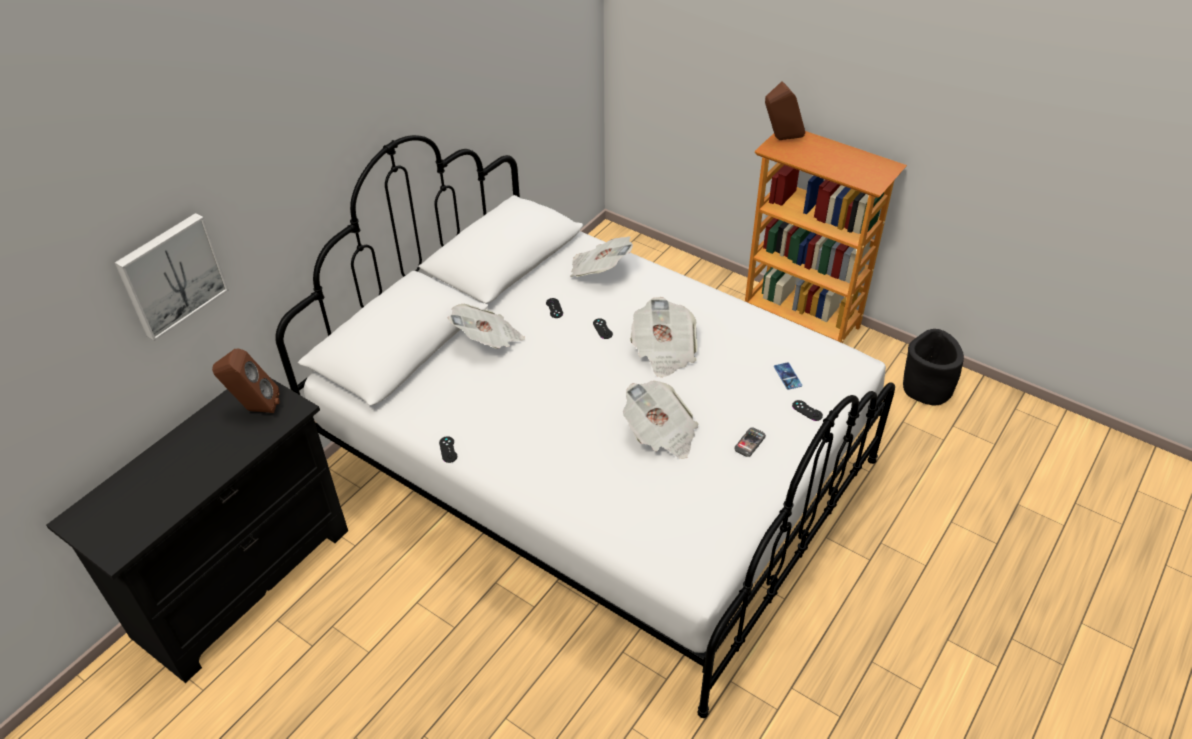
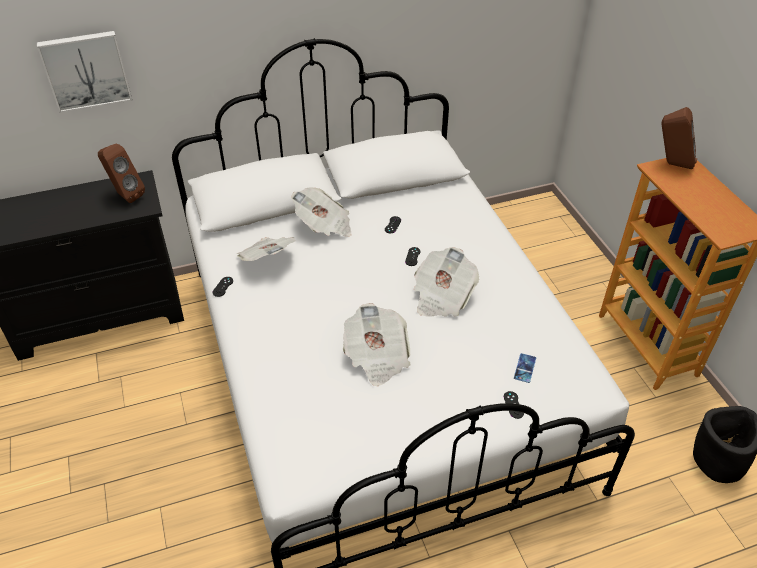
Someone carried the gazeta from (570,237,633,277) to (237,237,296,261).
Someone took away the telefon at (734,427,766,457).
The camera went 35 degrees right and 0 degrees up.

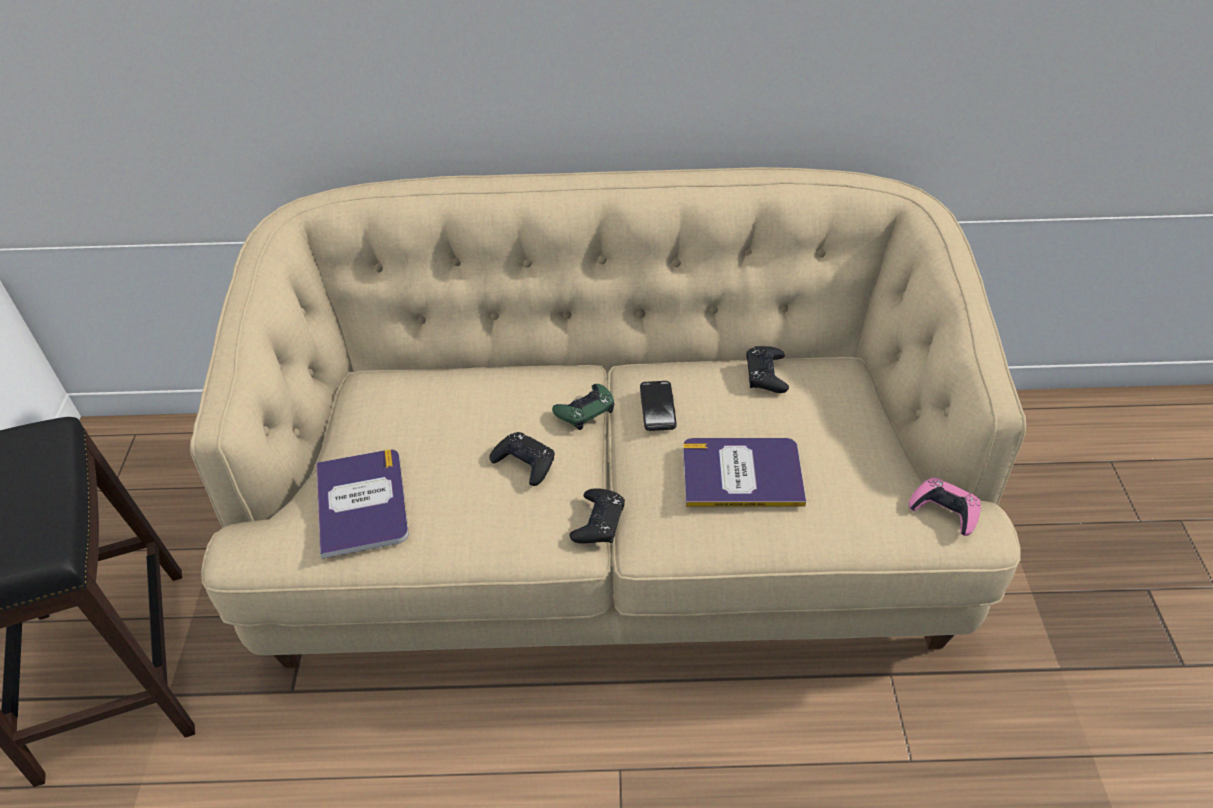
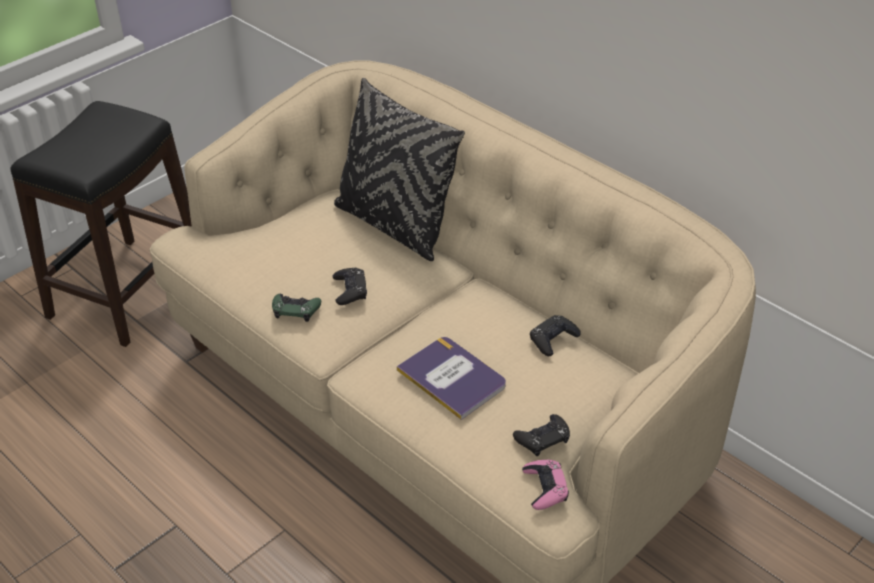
Someone took away the książka at (316,449,409,559).
Someone carried the pad do gier [zielony] from (552,384,614,430) to (272,294,321,322).
Someone carried the pad do gier [czarny] from (569,488,625,544) to (513,414,570,456).
Someone took away the telefon at (640,381,677,431).
Someone put down the poduszka [czarny] at (334,78,465,261).
The camera went 45 degrees right and 5 degrees down.

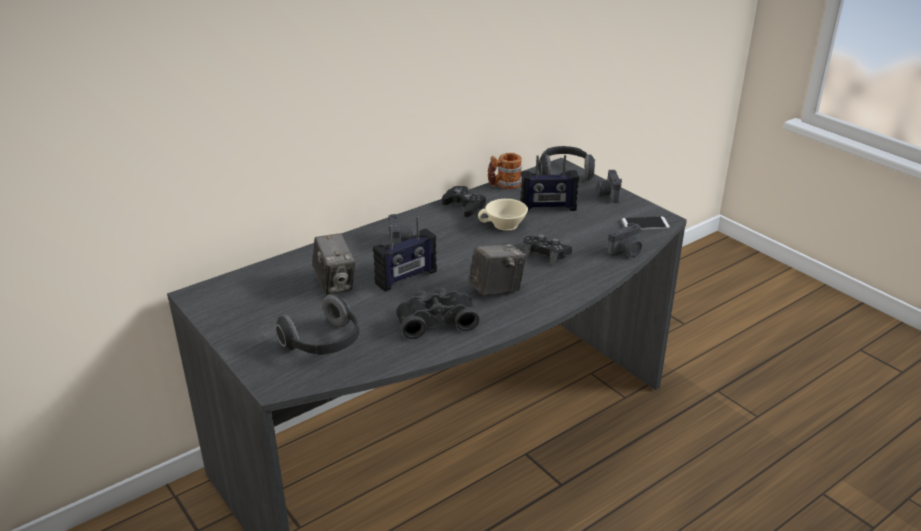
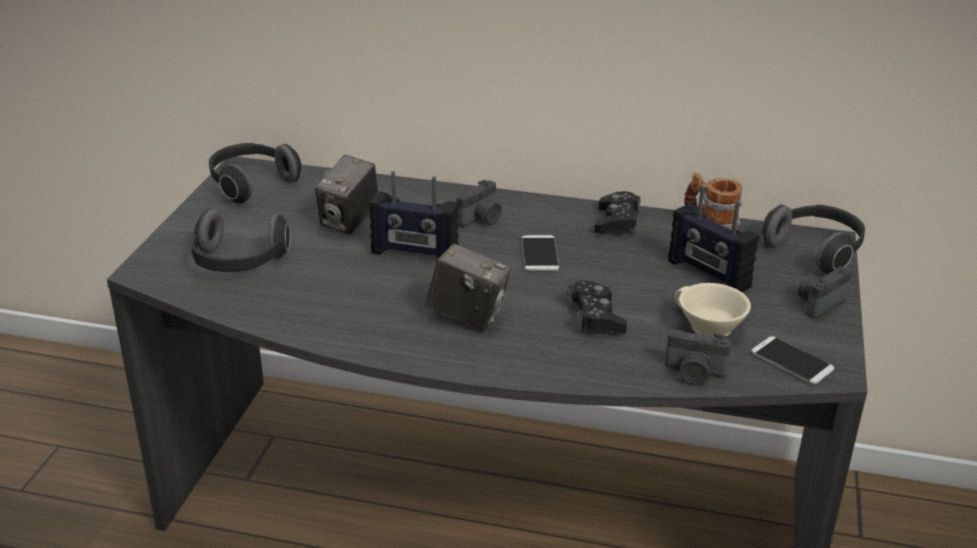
Someone took away the lornetka [czarny] at (396,287,480,339).
Someone carried the filiżanka [beżowy] from (478,199,528,231) to (674,283,751,337).
Someone put down the słuchawki at (209,143,302,204).
Someone put down the telefon at (522,235,559,271).
The camera went 50 degrees right and 0 degrees up.

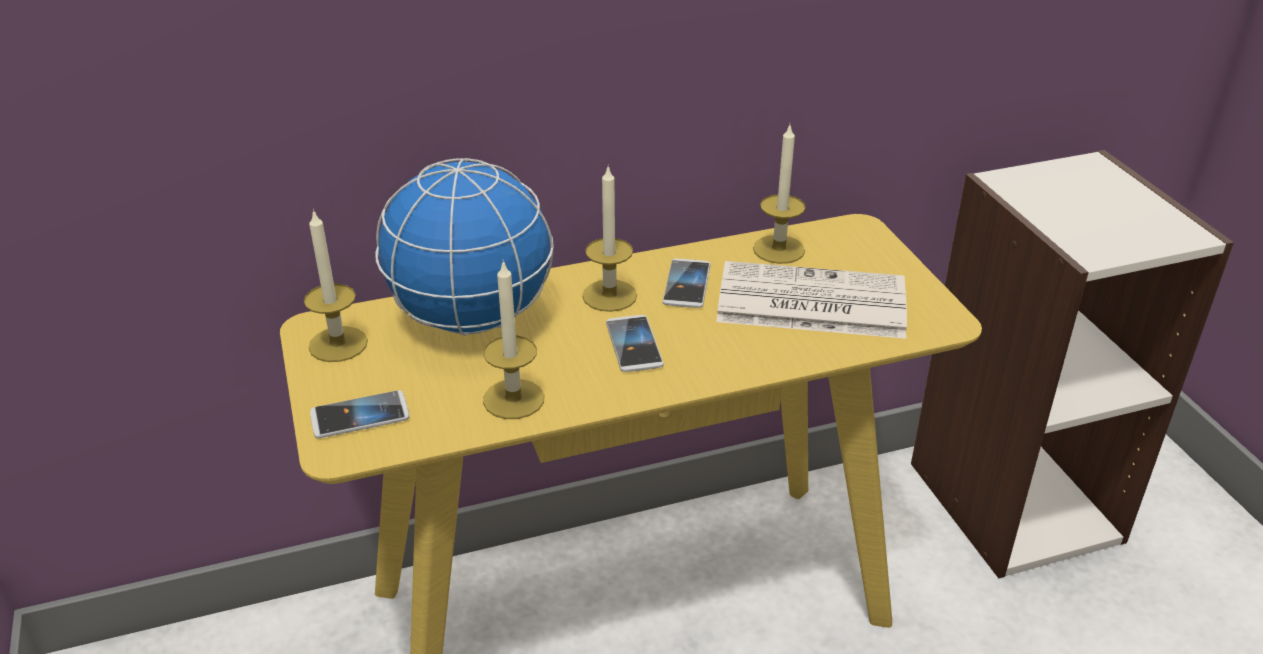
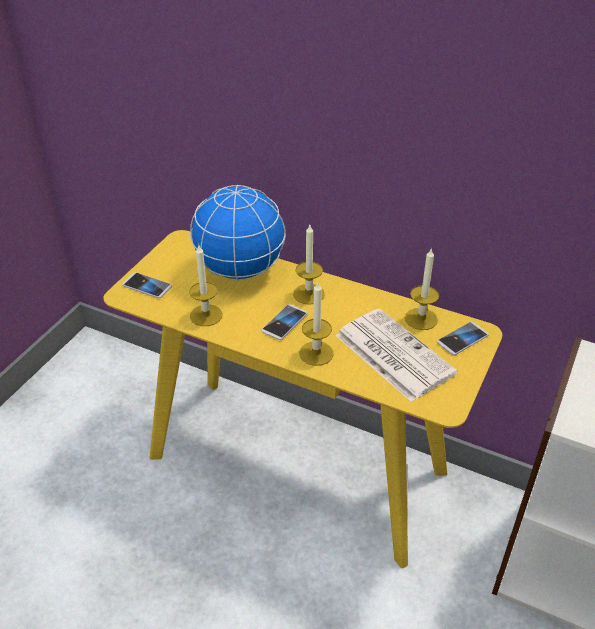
Someone carried the świeca from (304,209,368,362) to (299,282,334,366).
Someone carried the telefon from (662,259,710,308) to (437,322,489,355).
The camera went 45 degrees right and 5 degrees up.

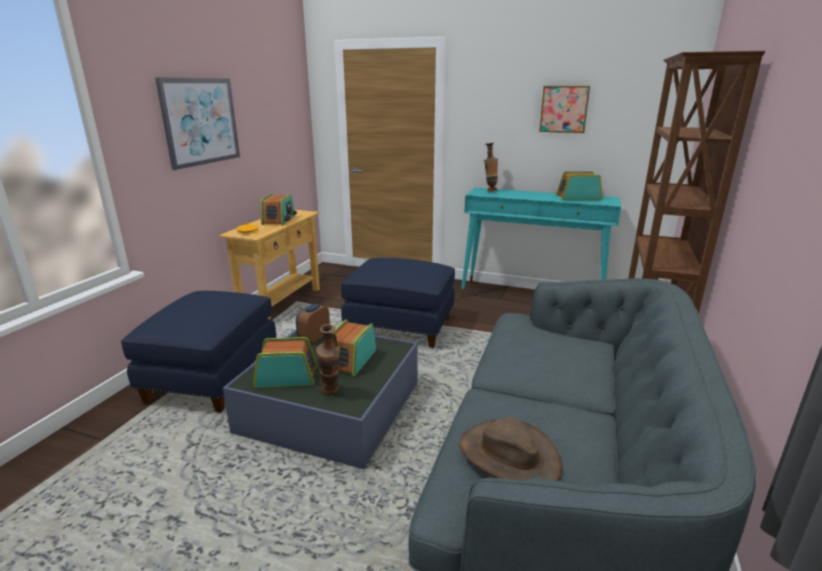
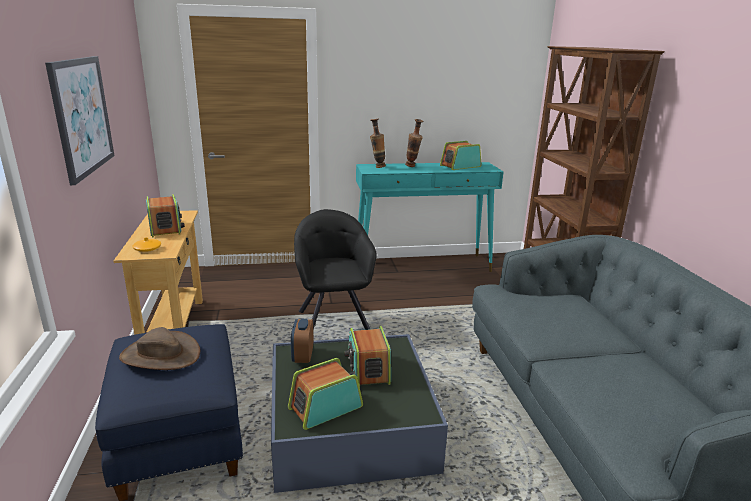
Someone carried the wazon from (316,324,340,394) to (405,119,423,167).
Someone swapped the pufa [niebieski] at (341,258,455,348) for the fotel [czarny] at (294,209,377,330).
Someone carried the kapelusz [brązowy] from (459,417,562,481) to (119,327,200,370).
Someone took away the obraz at (539,86,590,133).
The camera went 30 degrees left and 0 degrees up.

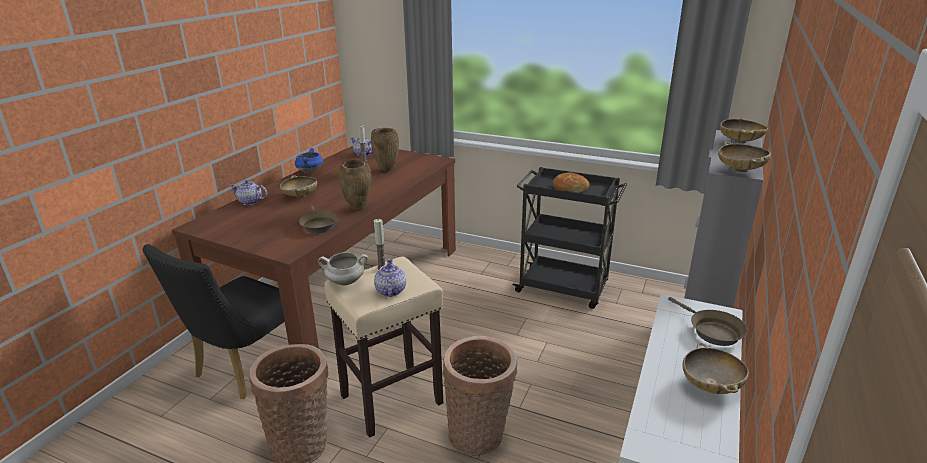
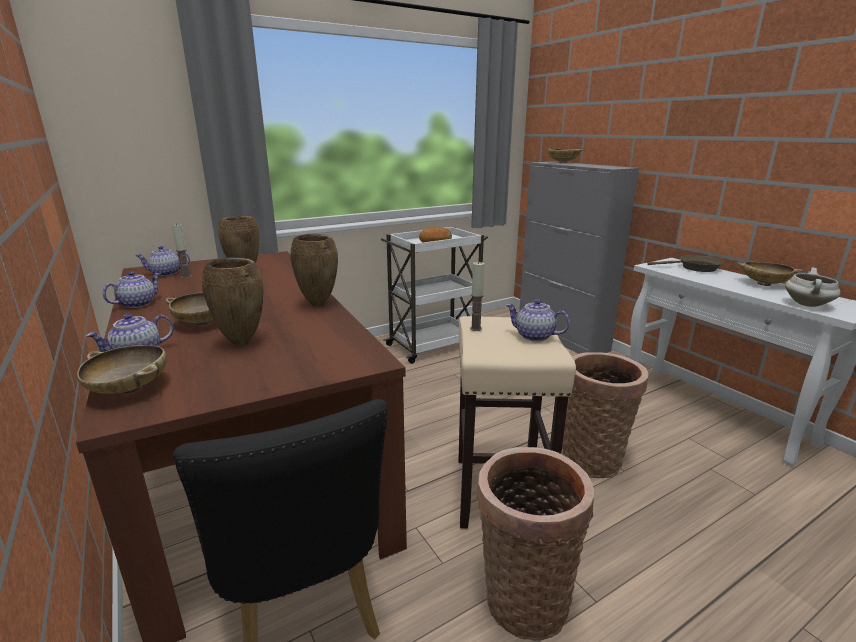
Someone swapped the garnek [niebieski] at (295,148,323,173) for the imbryk at (103,271,161,308).
Someone took away the patelnia [brązowy] at (299,205,338,233).
Someone carried the garnek [biały] from (318,252,368,285) to (785,268,840,307).
Someone repainted the wózek [czarny] at (512,167,627,309), which became the wózek [biały] at (381,226,488,364).
Someone carried the miska [beżowy] from (718,142,771,172) to (77,345,167,394).
Someone put down the wazon [brązowy] at (202,257,263,346).
The camera went 55 degrees left and 5 degrees down.

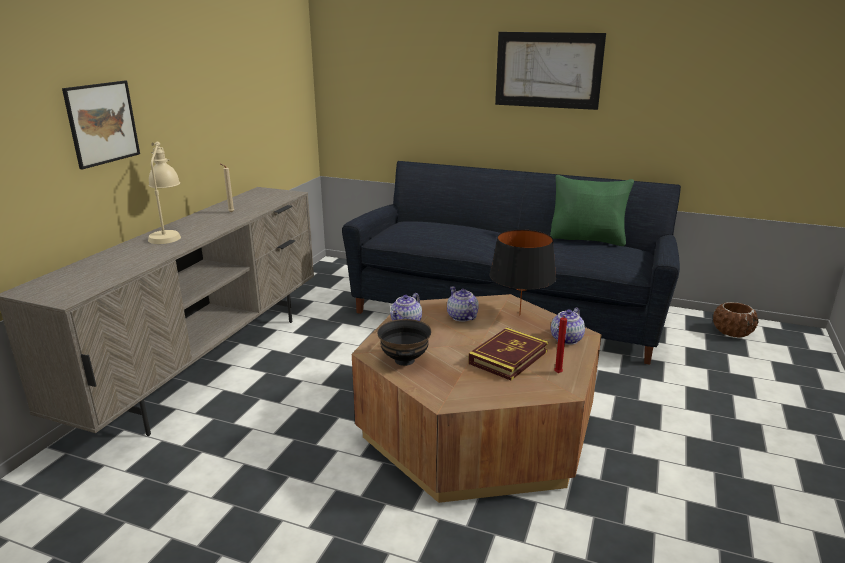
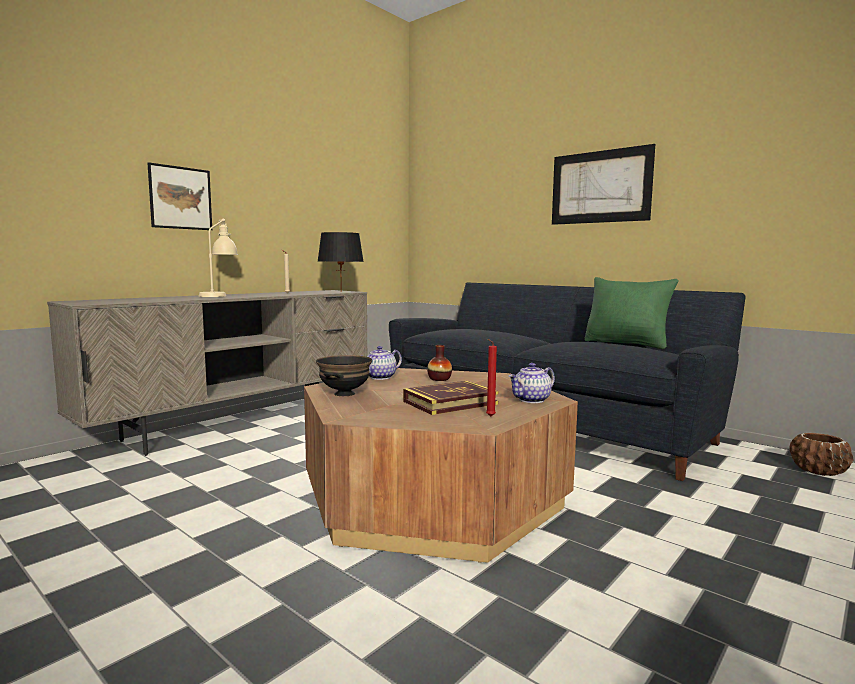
Someone swapped the imbryk at (447,287,479,322) for the wazon at (427,345,452,381).
Someone carried the lampa stołowa [czarny] from (489,229,556,315) to (318,232,364,292).
The camera went 20 degrees right and 15 degrees down.

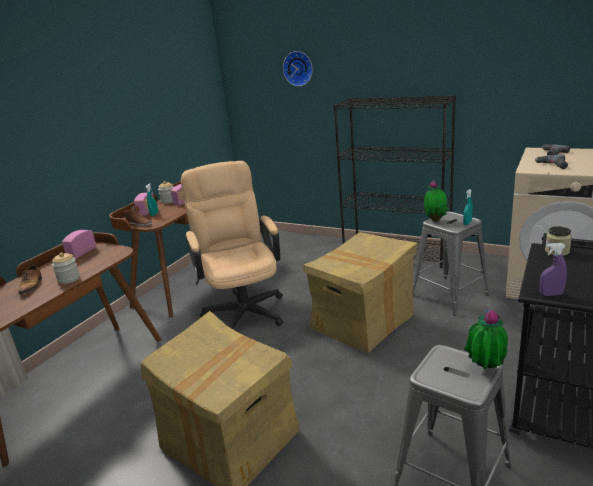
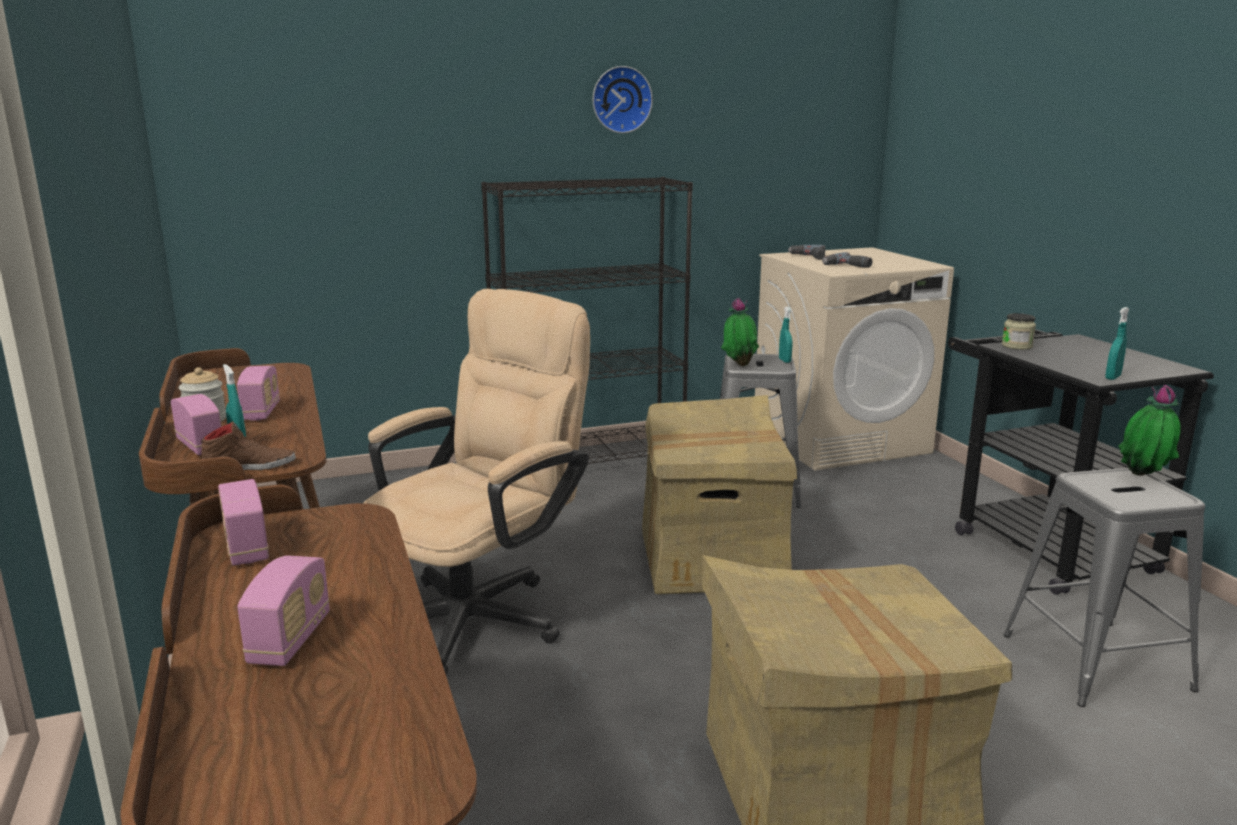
Someone swapped the but at (19,265,42,294) for the radio at (237,556,330,666).
Someone took away the słoik at (52,252,80,284).
Someone rotated the krzesło biurowe [beżowy] at (181,161,283,329) by 105 degrees clockwise.
Someone carried the zegar ścienny from (283,51,313,86) to (593,66,653,133).
Someone repainted the spryskiwacz [fioletowy] at (540,243,567,296), which became the spryskiwacz [turkusowy] at (1105,307,1129,380).
The camera went 50 degrees left and 5 degrees down.

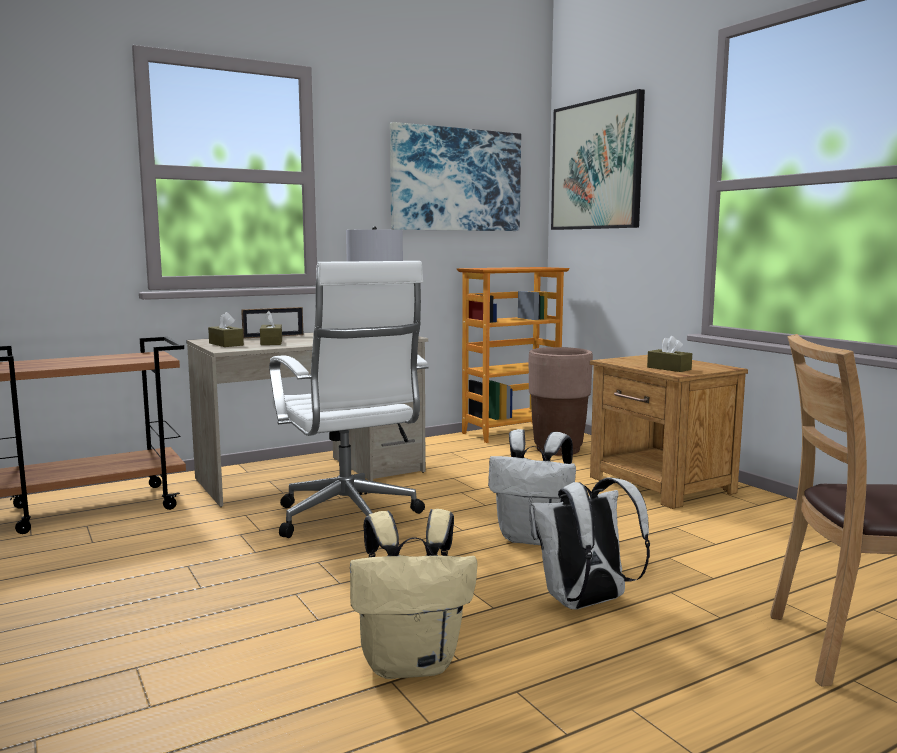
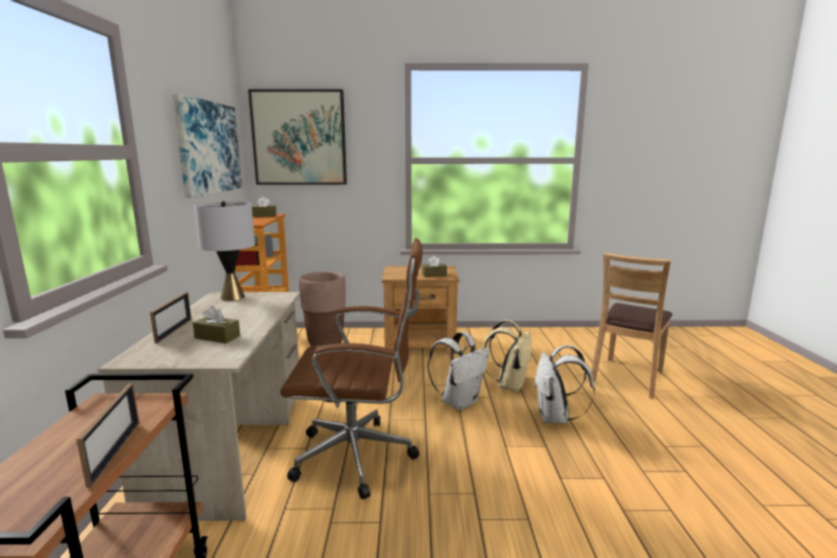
Someone carried the pudełko chusteczek [brązowy] from (208,312,244,347) to (252,197,276,217).
Someone repainted the krzesło biurowe [biały] at (269,261,429,538), which became the krzesło biurowe [brązowy] at (280,238,422,499).
Someone carried the plecak [beżowy] from (350,509,478,679) to (482,320,532,392).
Someone put down the ramka na zdjęcie at (76,383,139,488).
The camera went 60 degrees left and 5 degrees up.

